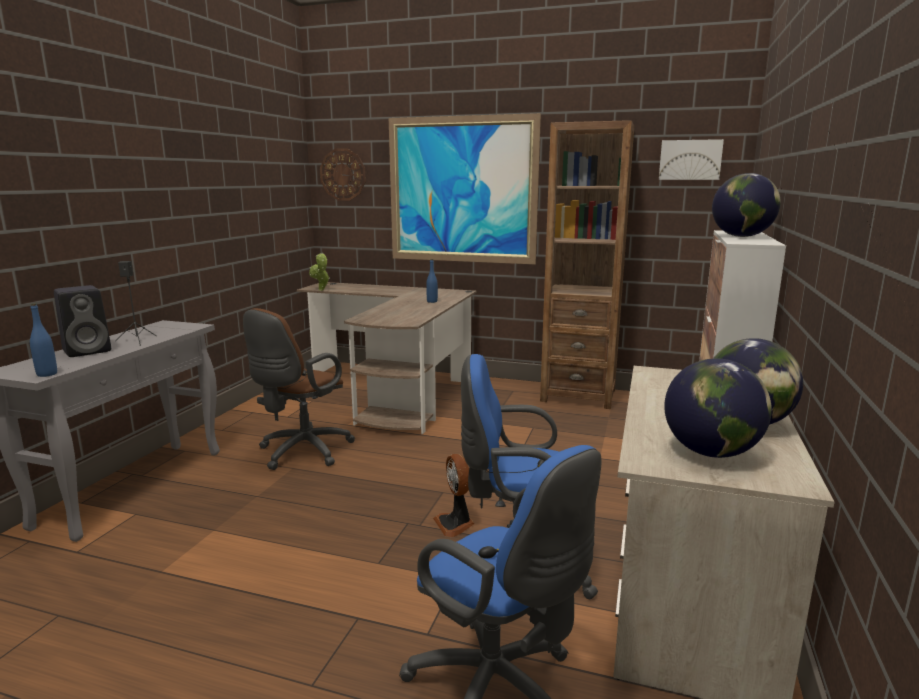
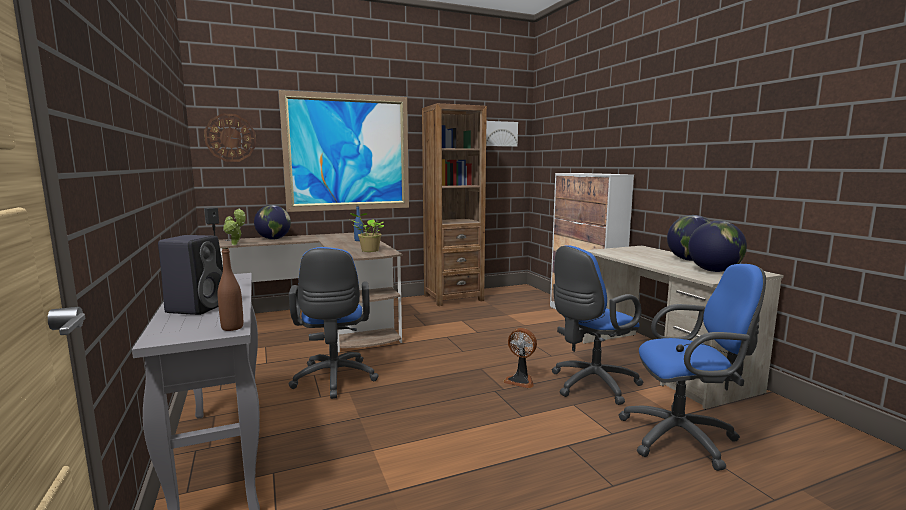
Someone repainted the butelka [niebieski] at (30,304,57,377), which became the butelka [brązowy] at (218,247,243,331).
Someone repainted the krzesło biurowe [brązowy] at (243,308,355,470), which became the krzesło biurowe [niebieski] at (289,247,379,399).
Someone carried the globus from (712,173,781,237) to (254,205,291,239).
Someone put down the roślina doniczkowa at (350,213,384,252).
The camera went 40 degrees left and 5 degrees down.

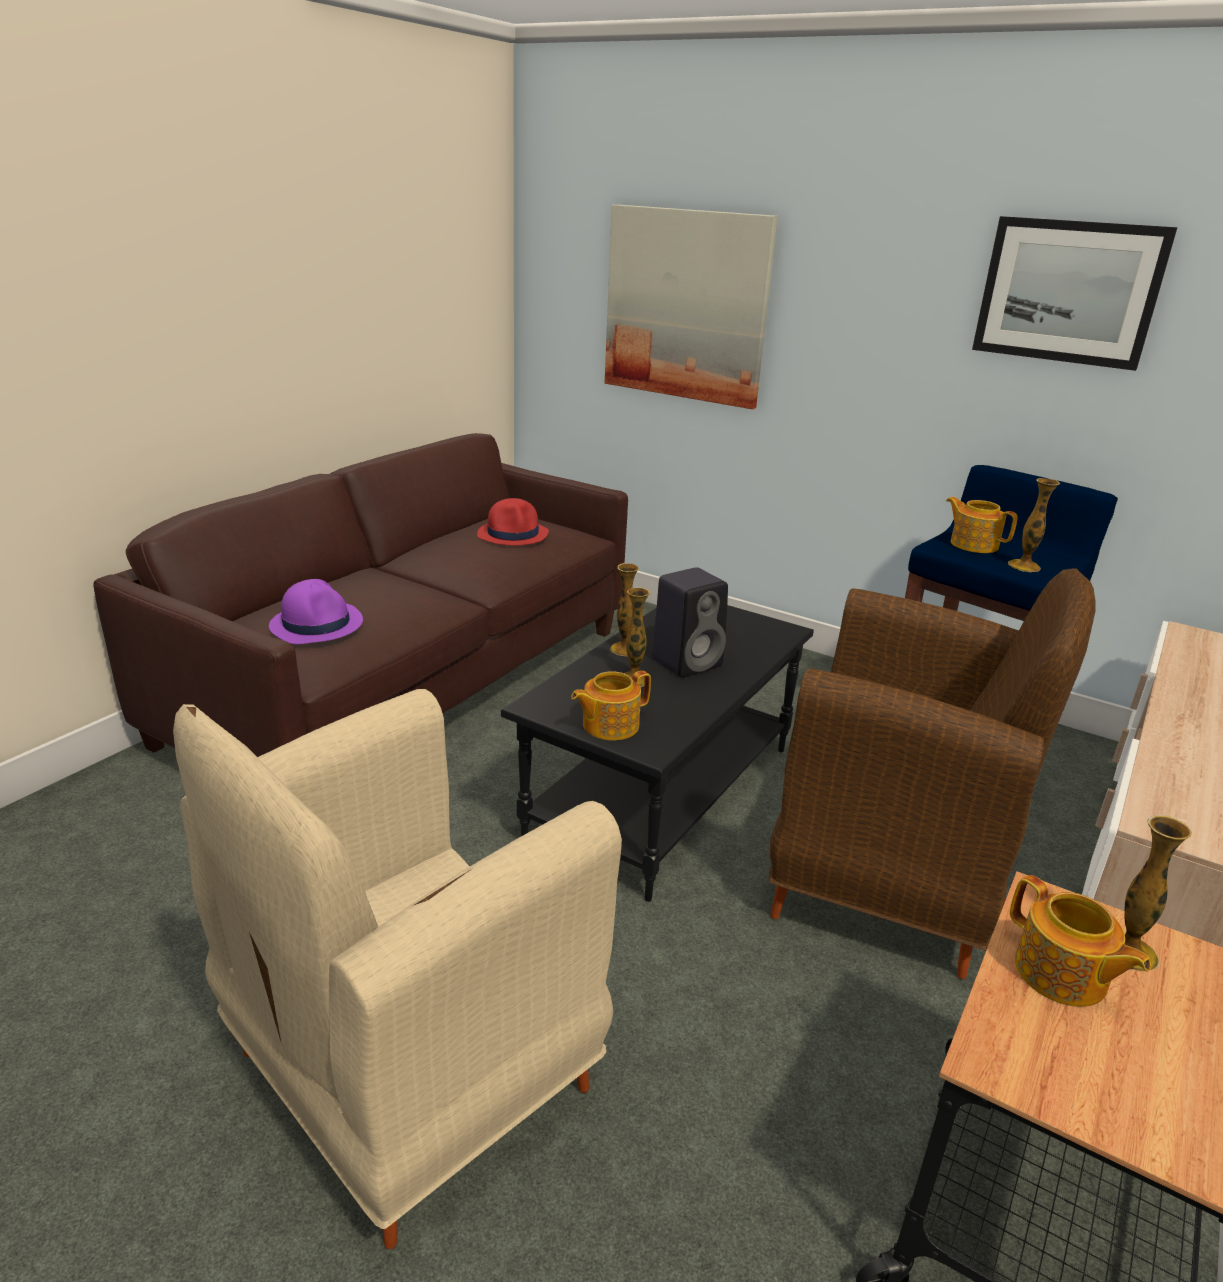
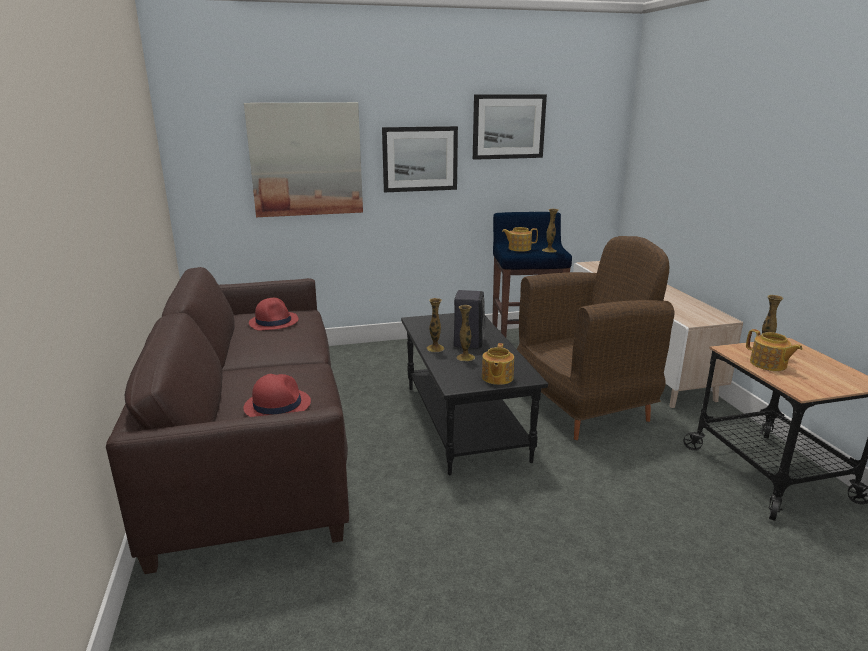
Someone took away the fotel [beżowy] at (173,689,622,1249).
Someone repainted the kapelusz [fioletowy] at (269,579,363,644), which became the kapelusz [czerwony] at (243,374,311,417).
Someone rotated the imbryk at (1010,875,1151,1007) by 45 degrees clockwise.
Someone put up the obraz at (382,126,458,192).
The camera went 45 degrees left and 5 degrees down.

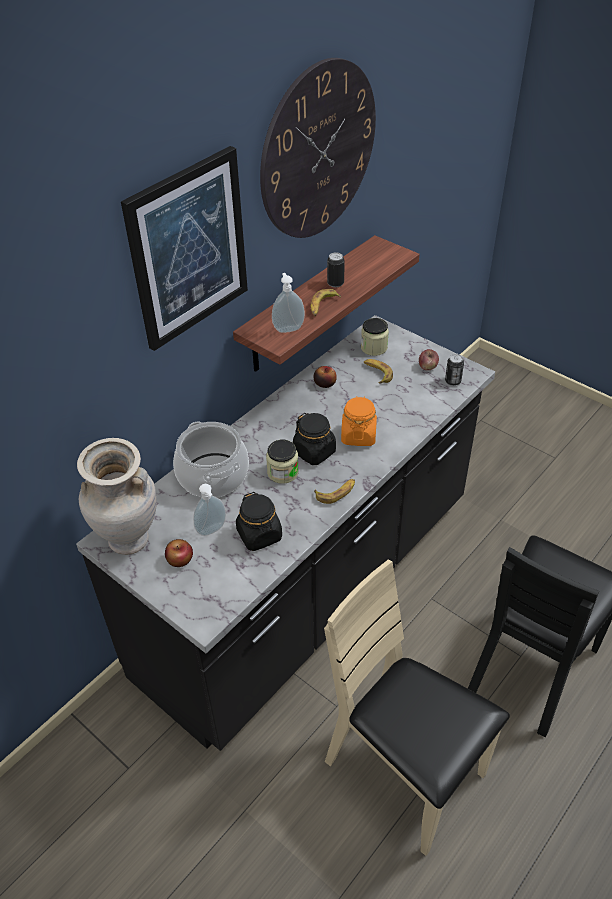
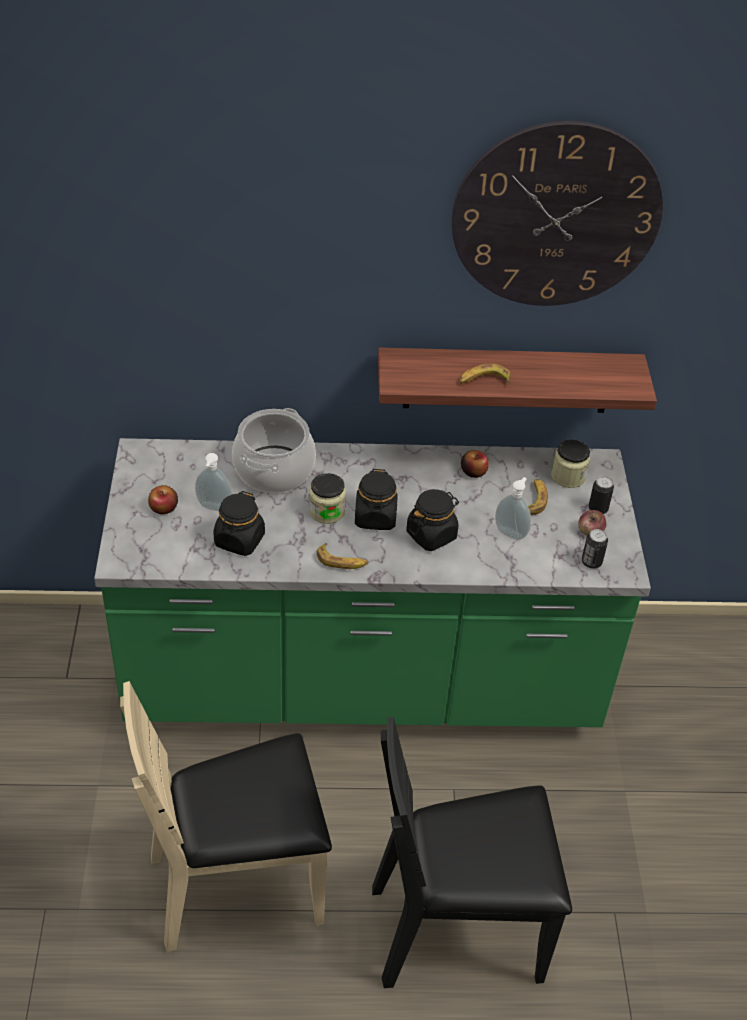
Someone repainted the zabudowa kuchenna [czarny] at (76,315,495,751), which became the zabudowa kuchenna [zielony] at (94,438,651,727).
Someone took away the wazon [beżowy] at (77,438,157,555).
Someone took away the obraz at (121,146,248,351).
Someone carried the dozownik mydła from (272,273,305,333) to (495,477,531,540).
Someone rotated the krzesło [beżowy] at (324,559,510,856) by 105 degrees counterclockwise.
Someone carried the puszka from (327,252,345,287) to (588,476,614,514).
Someone repainted the słoik [pomarańczowy] at (341,396,377,446), which became the słoik [czarny] at (406,489,459,551).
The camera went 45 degrees right and 0 degrees up.

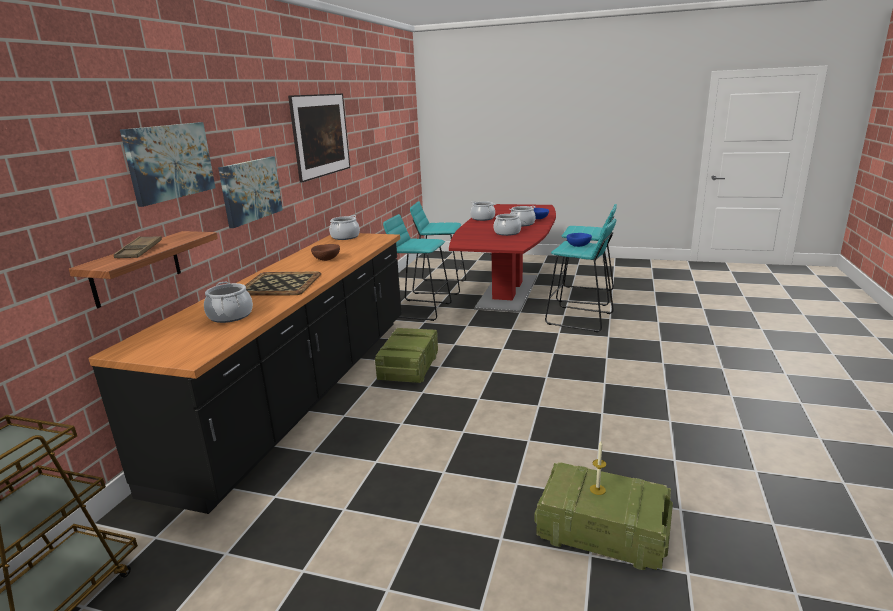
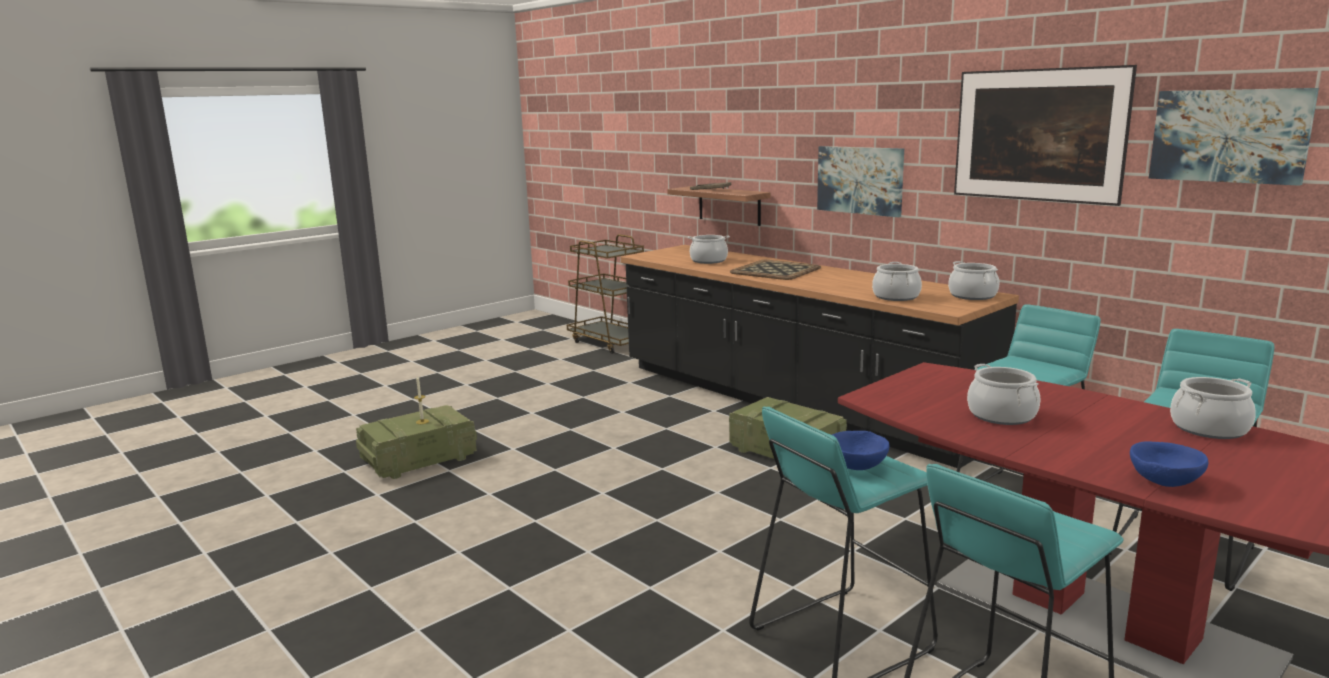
Someone carried the obraz from (120,122,215,207) to (1149,88,1319,186).
Someone took away the miska [brązowy] at (311,244,340,261).
Someone carried the garnek from (509,206,536,226) to (872,262,922,301).
The camera went 120 degrees right and 5 degrees down.

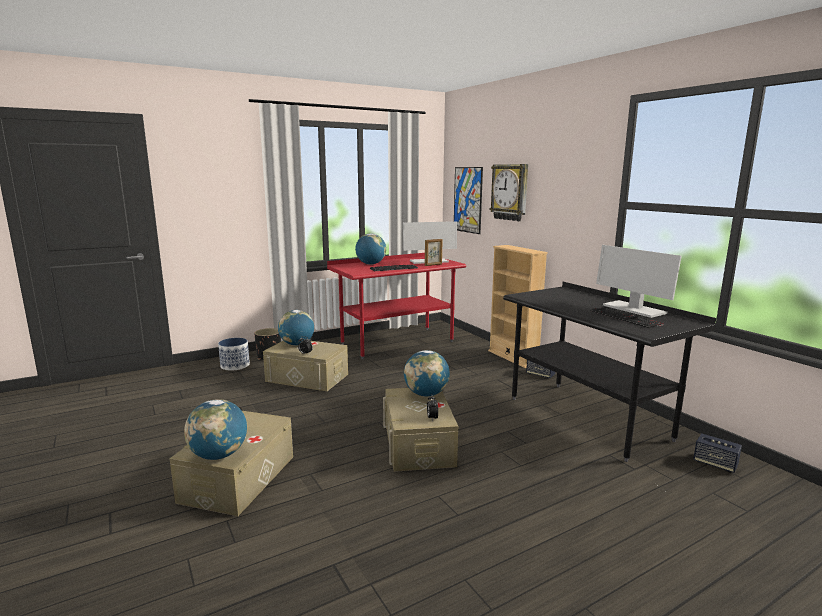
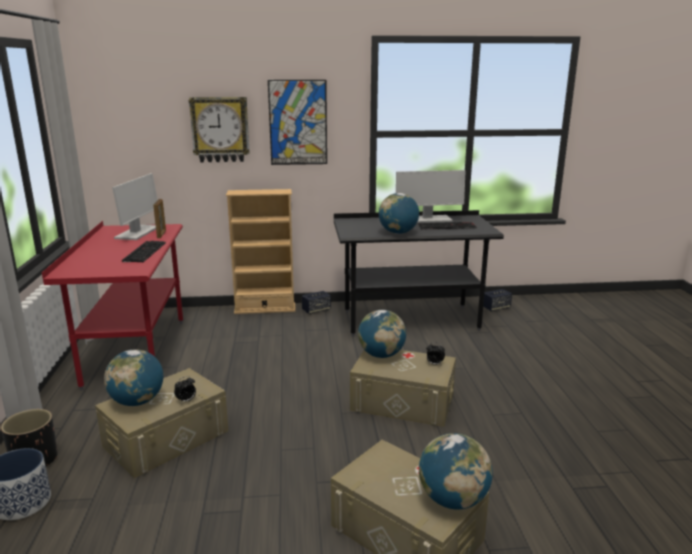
Someone carried the globus from (355,234,386,265) to (379,193,419,234).
Someone carried the obraz from (454,167,483,234) to (268,80,327,165).
The camera went 65 degrees left and 5 degrees up.

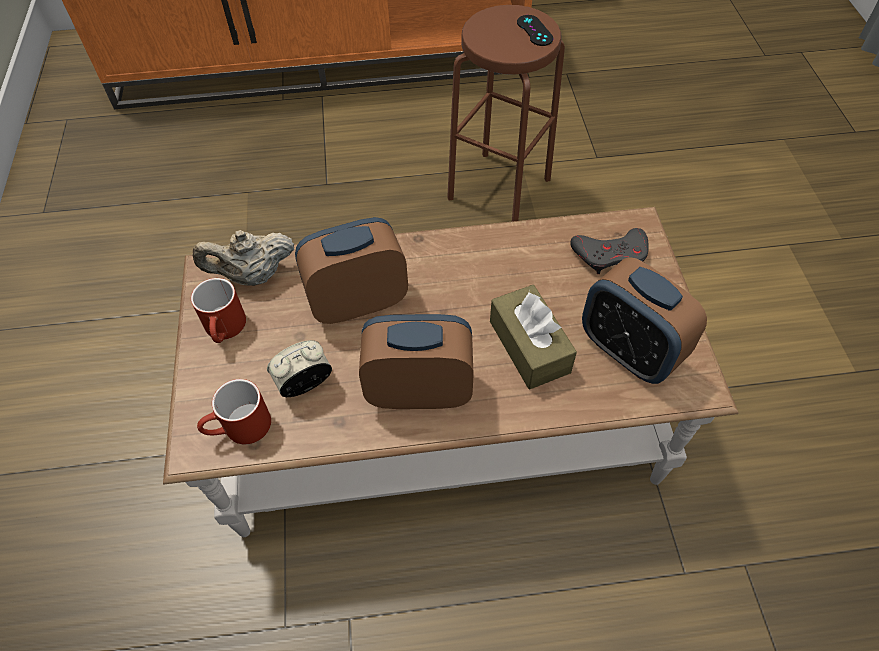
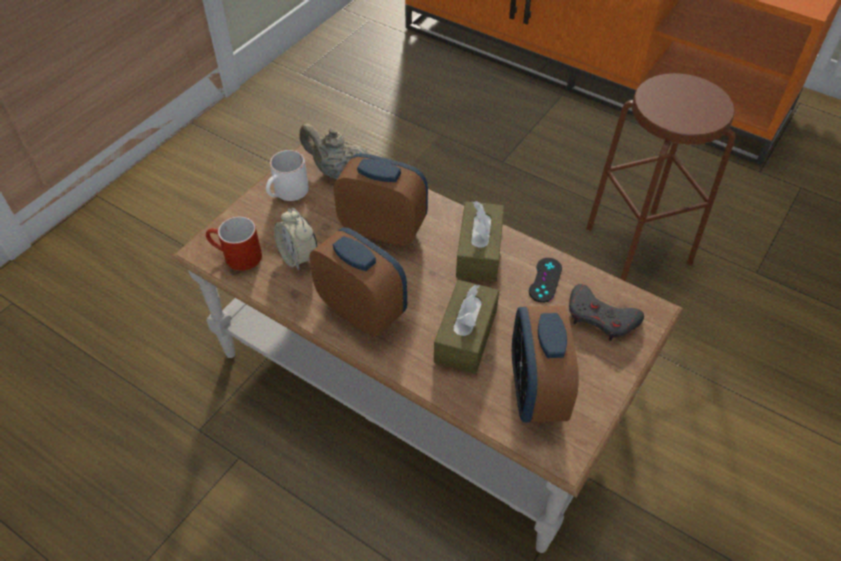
Someone repainted the kubek [czerwony] at (191,278,246,343), which became the kubek [biały] at (266,150,309,201).
Someone rotated the budzik at (267,340,332,397) by 135 degrees counterclockwise.
Someone carried the pad do gier [czarny] from (517,15,553,46) to (529,258,562,303).
Someone put down the pudełko chusteczek [brązowy] at (456,201,504,282).
The camera went 40 degrees right and 5 degrees down.

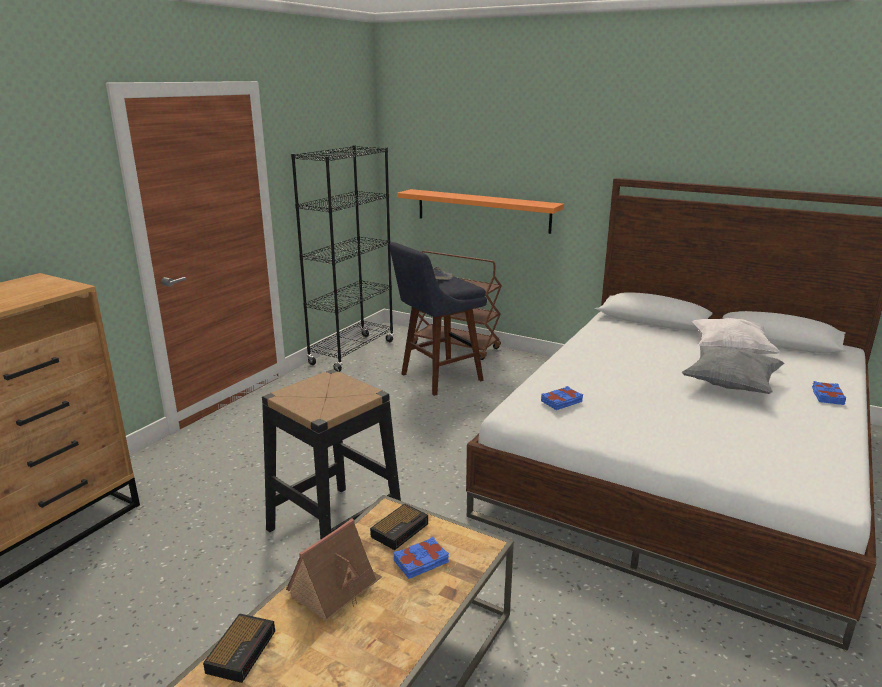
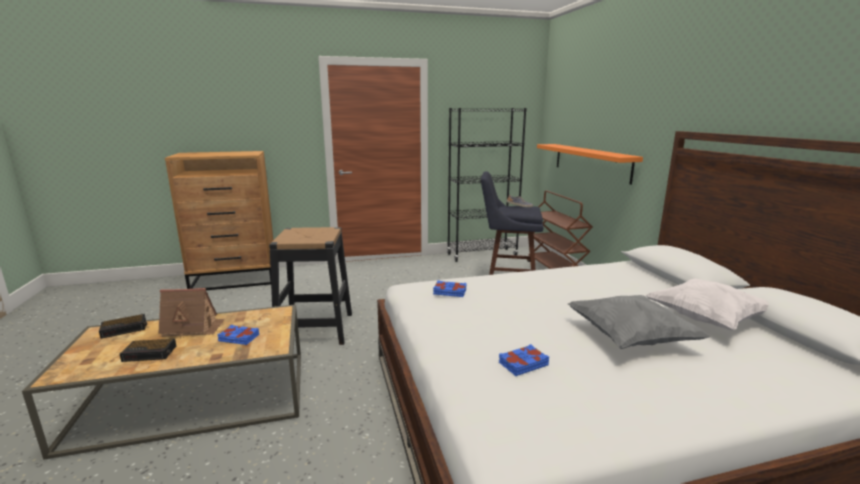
Someone carried the budzik from (370,503,428,550) to (120,339,176,362).
Someone carried the książka [niebieski] from (812,381,846,405) to (499,344,549,376).
The camera went 45 degrees right and 5 degrees down.

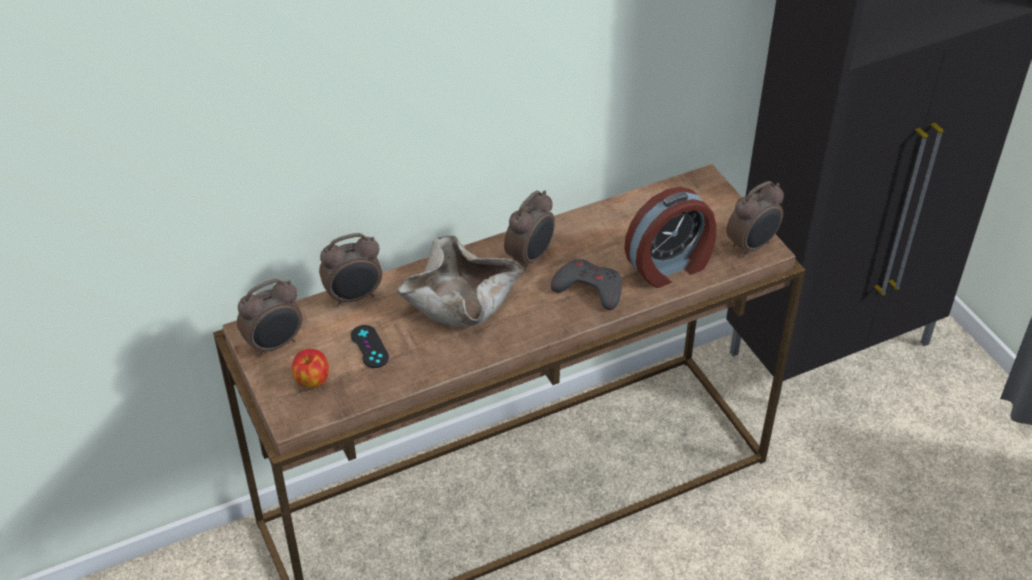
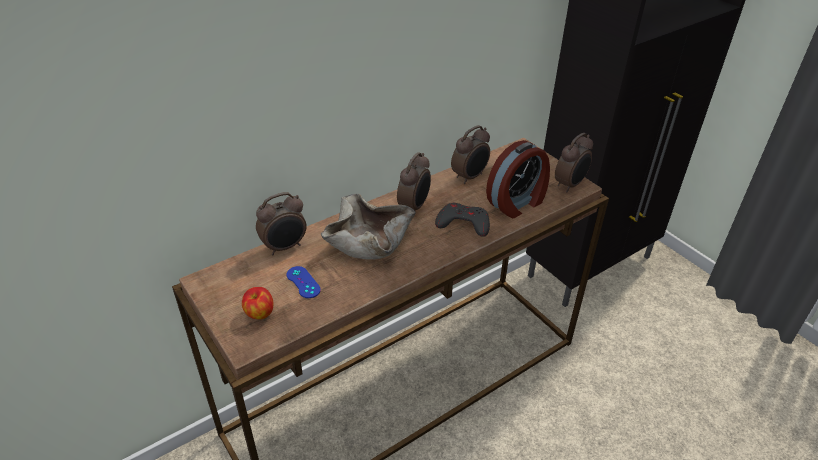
Someone carried the budzik from (237,279,302,357) to (451,125,490,184).
Someone repainted the pad do gier [czarny] at (351,325,389,368), which became the pad do gier [niebieski] at (287,266,321,298).
The camera went 10 degrees left and 5 degrees down.

